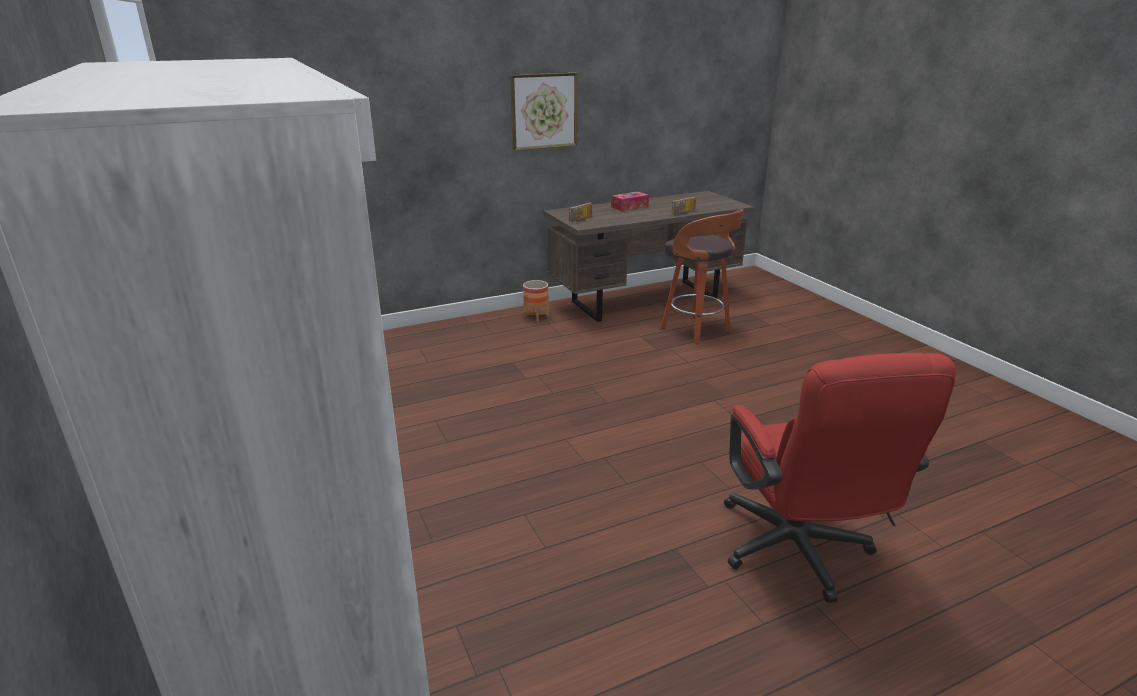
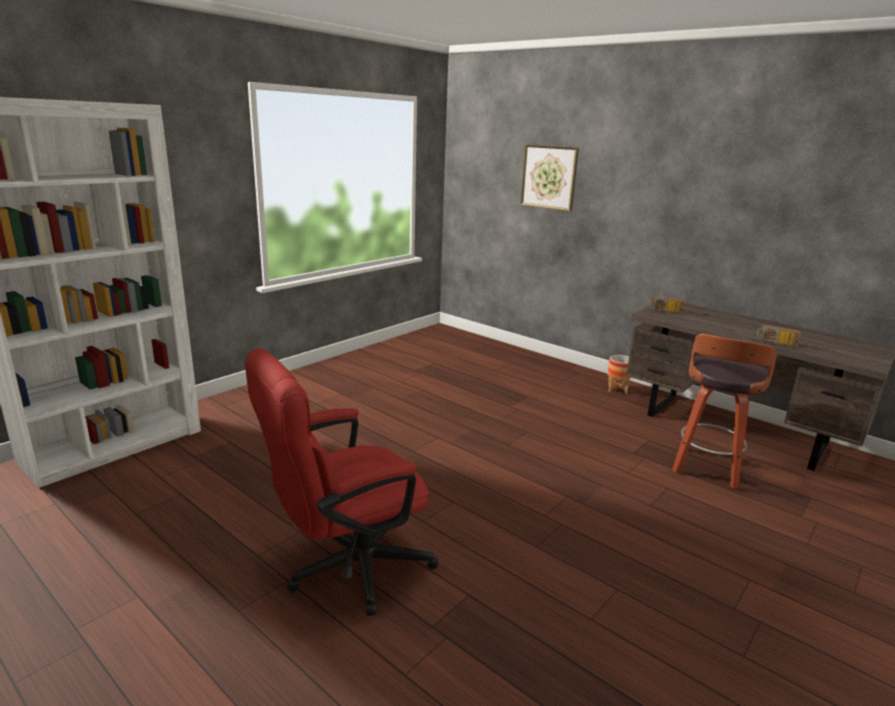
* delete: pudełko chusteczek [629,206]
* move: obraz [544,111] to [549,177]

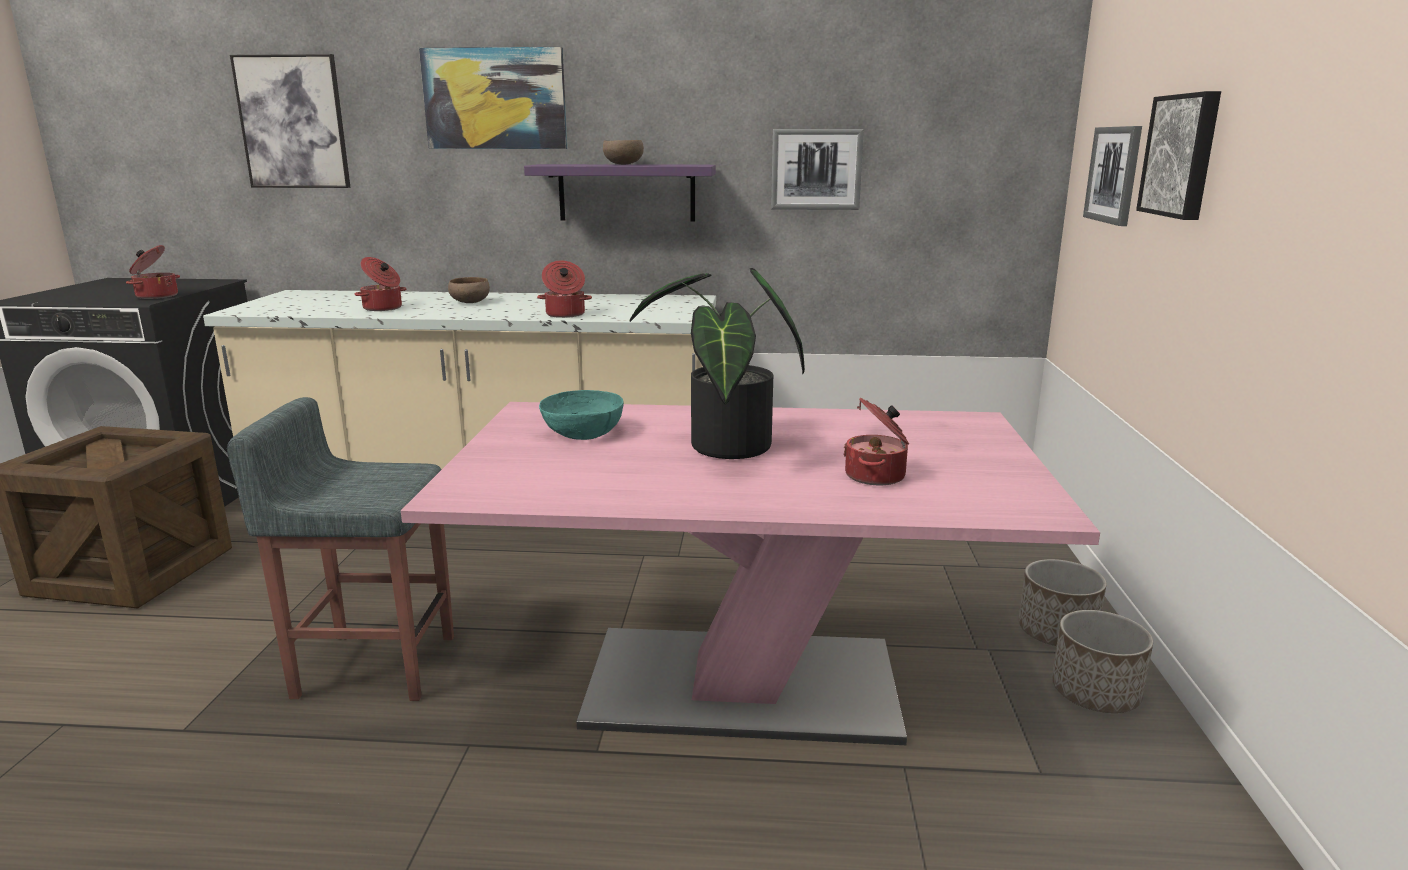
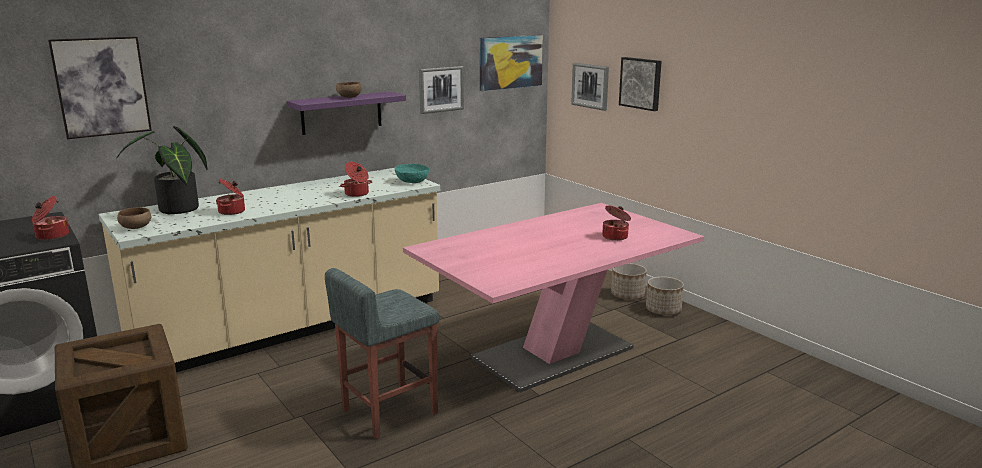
* move: obraz [495,99] to [510,62]
* move: miska/brązowy [470,303] to [136,228]
* move: miska/turkusowy [583,433] to [412,181]
* move: roślina doniczkowa [724,449] to [177,210]

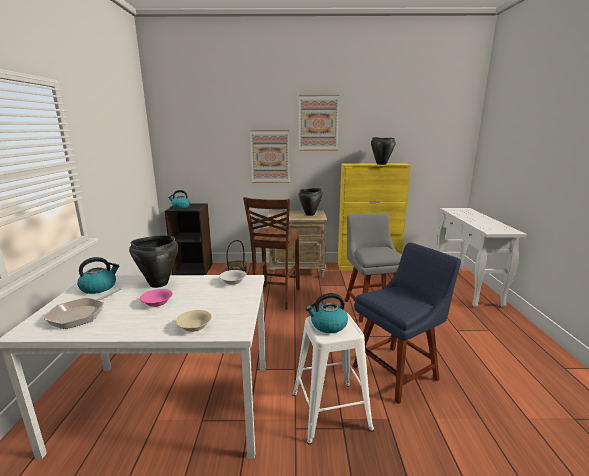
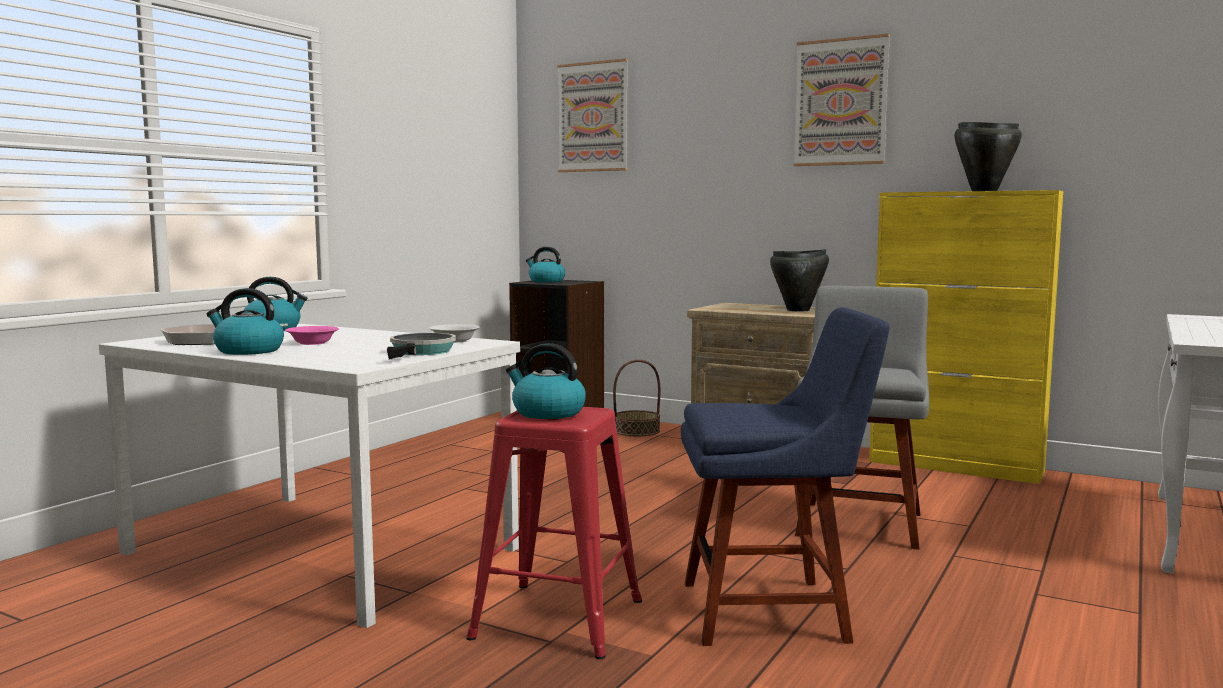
* delete: garnek/czarny [158,284]
* delete: miska/beżowy [195,327]
* delete: krzesło/brązowy [275,297]
* insert: czajnik [248,351]
* insert: patelnia [421,352]
* move: obraz [270,156] to [593,117]
* recolor: stołek/biały [331,411] to stołek/czerwony [559,619]

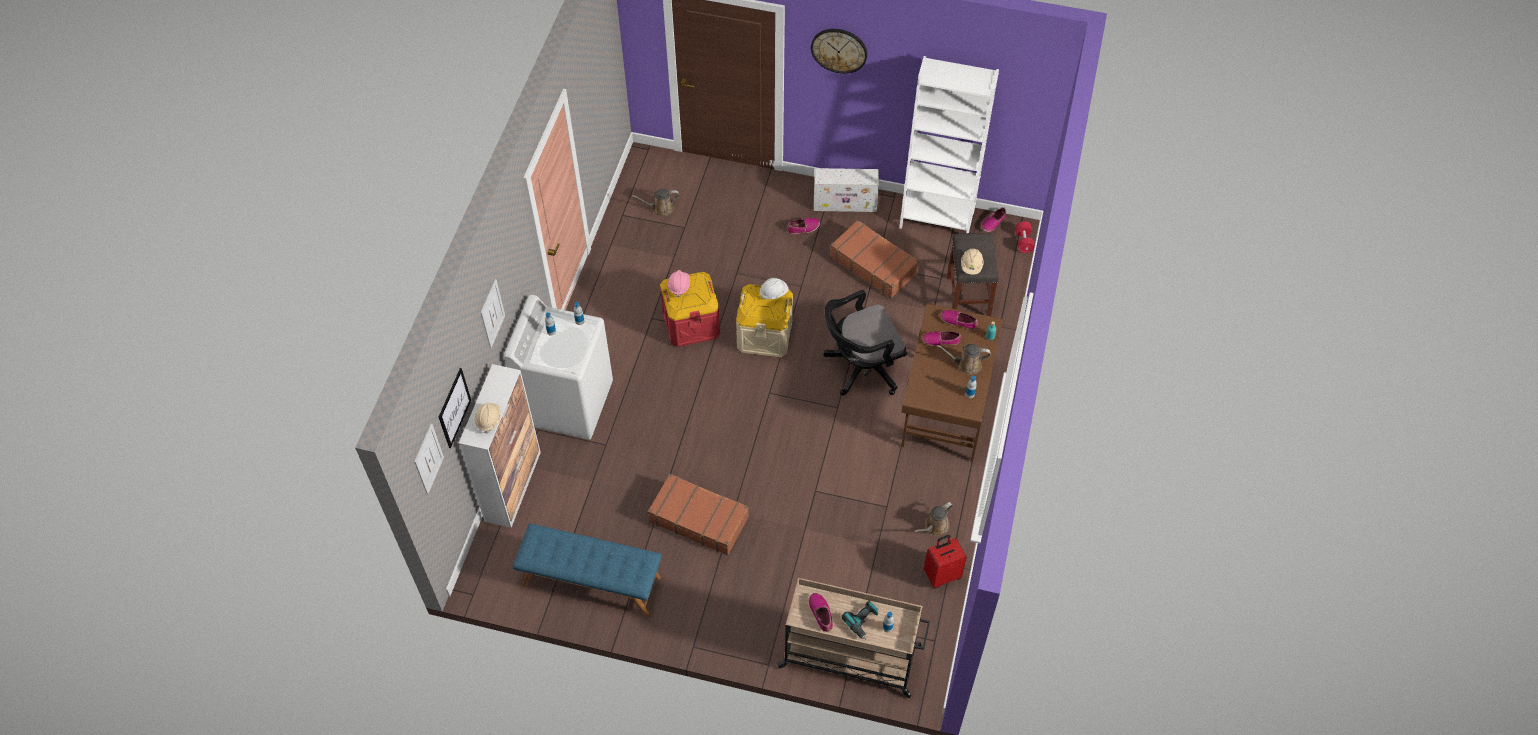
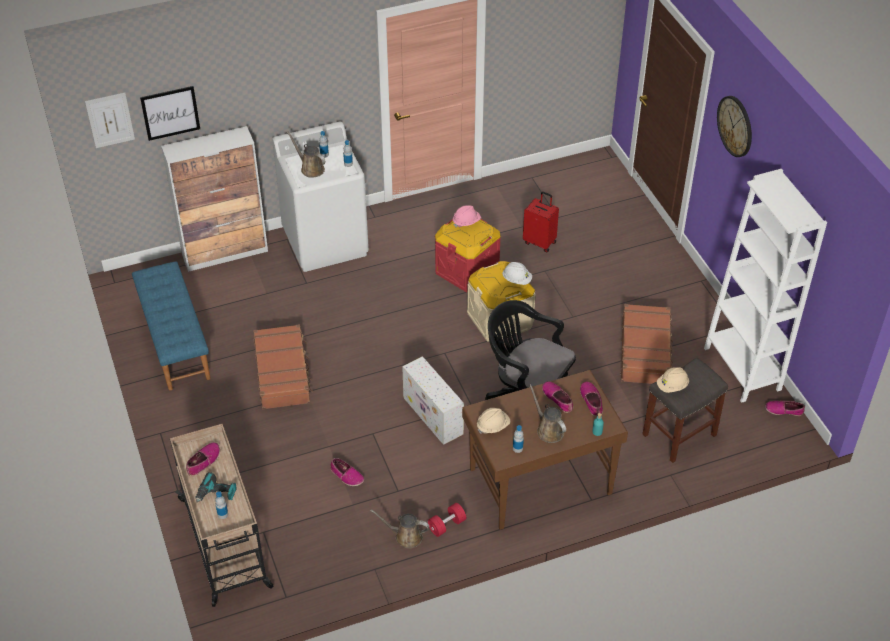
* delete: obraz [492,314]
* move: kask/beżowy [488,420] to [493,426]
* move: konewka/brązowy [661,208] to [310,168]
* move: but [803,228] to [347,476]
* move: pojemnik do przechowywania/biały [846,203] to [433,416]
* move: walizka/czerwony [942,574] to [540,242]
* move: hantel/czerwony [1023,242] to [446,525]

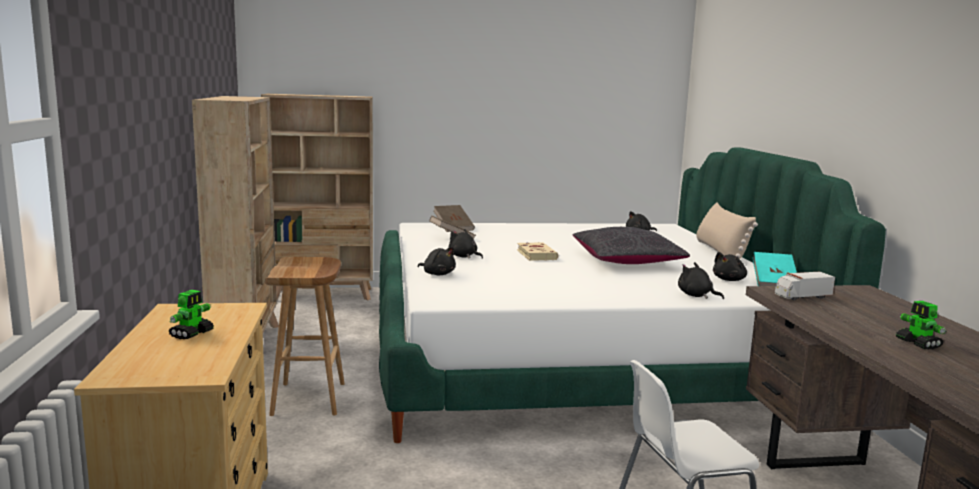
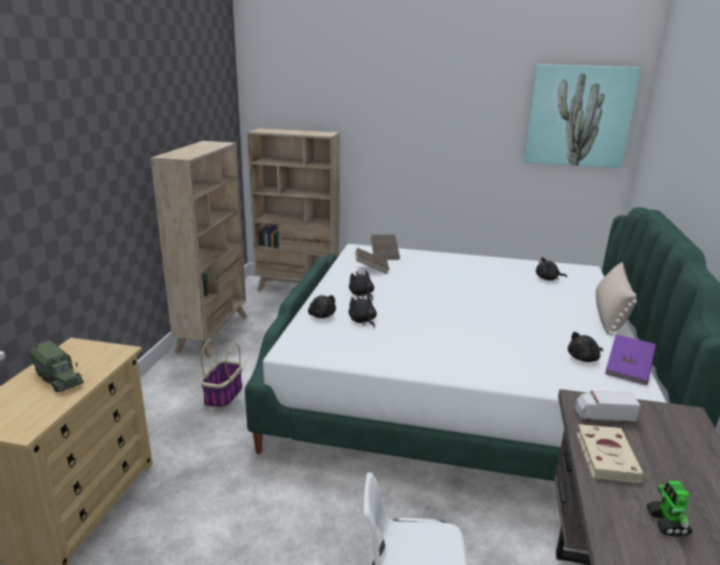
* delete: poduszka/czarny [626,261]
* insert: obraz [578,116]
* move: książka/beżowy [535,254] to [606,455]
* move: pluszak/czarny [696,296] to [362,321]
* replace: robot zabawkowy [192,334] to ciężarówka zabawkowa [59,378]
* replace: stołek/brązowy [309,399] to koszyk [223,396]
* recolor: książka/turkusowy [774,283] to książka/fioletowy [628,370]

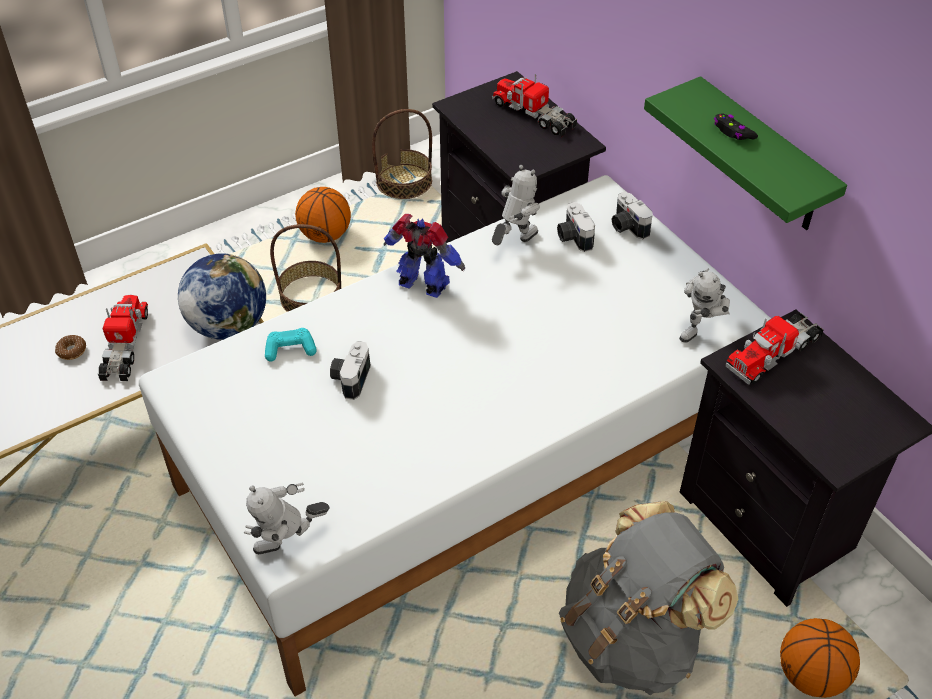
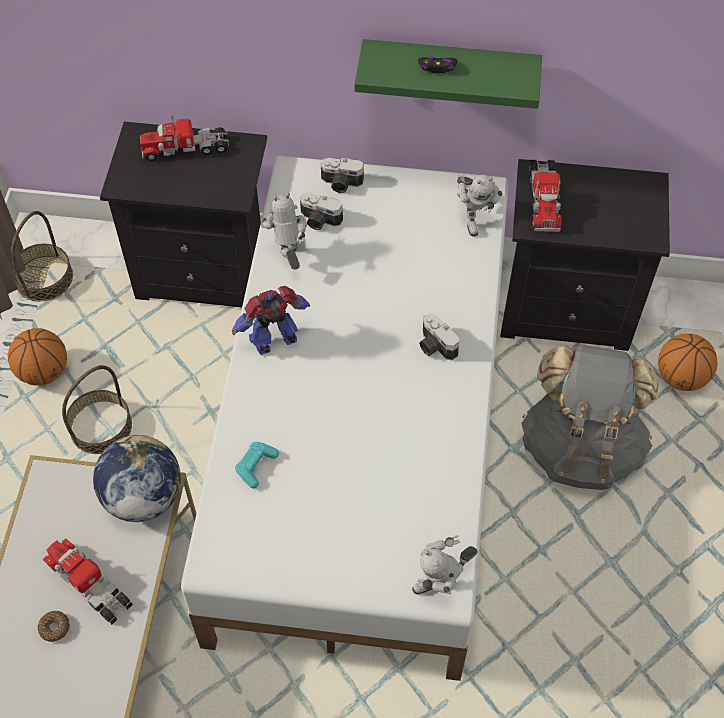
* move: aparat fotograficzny [349,378] to [435,346]
* rotate: robot zabawkowy [289,546] = [441,583] 45 degrees clockwise

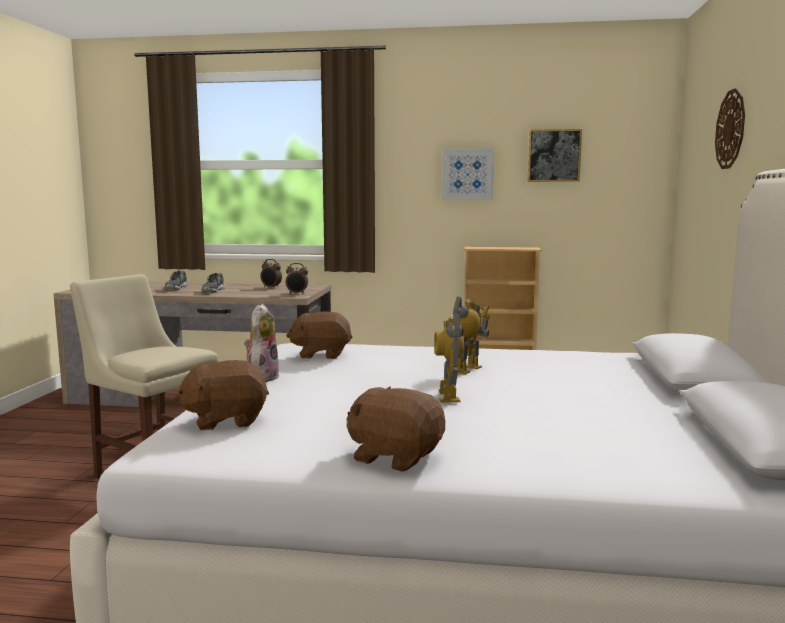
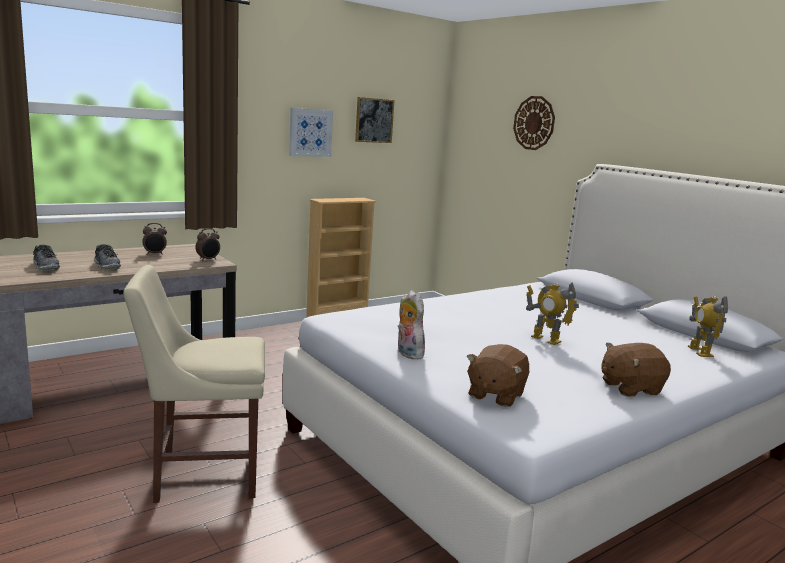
* delete: pluszak/brązowy [321,354]
* move: robot zabawkowy [467,369] to [700,351]

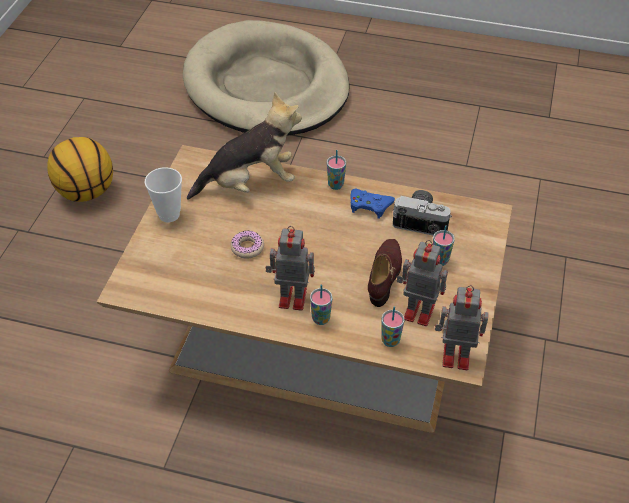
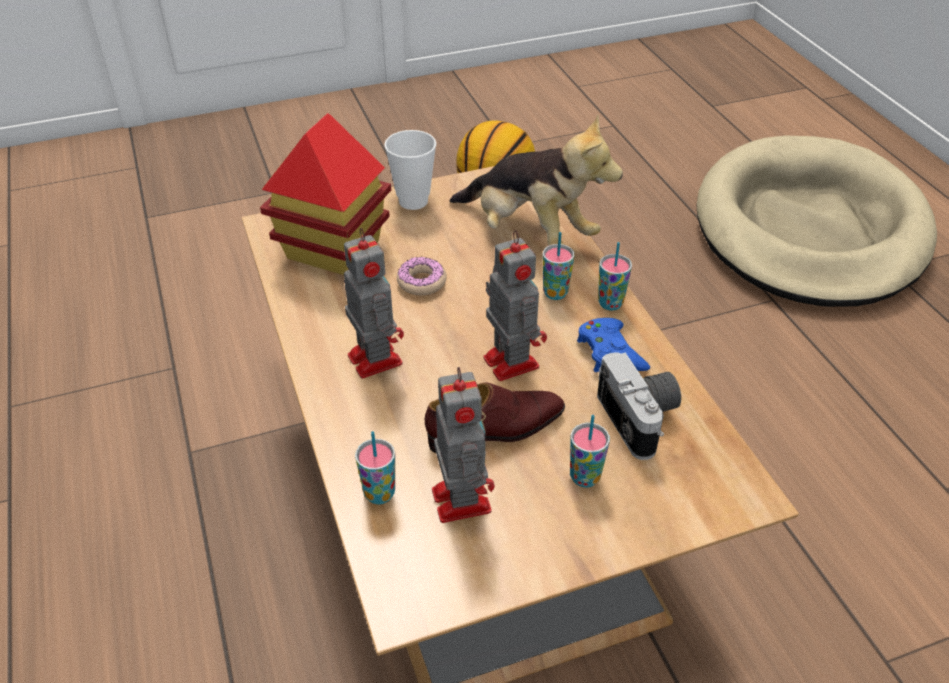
* insert: domek [333,249]
* move: filiżanka [321,319] to [555,293]
* move: robot zabawkowy [454,355] to [509,360]

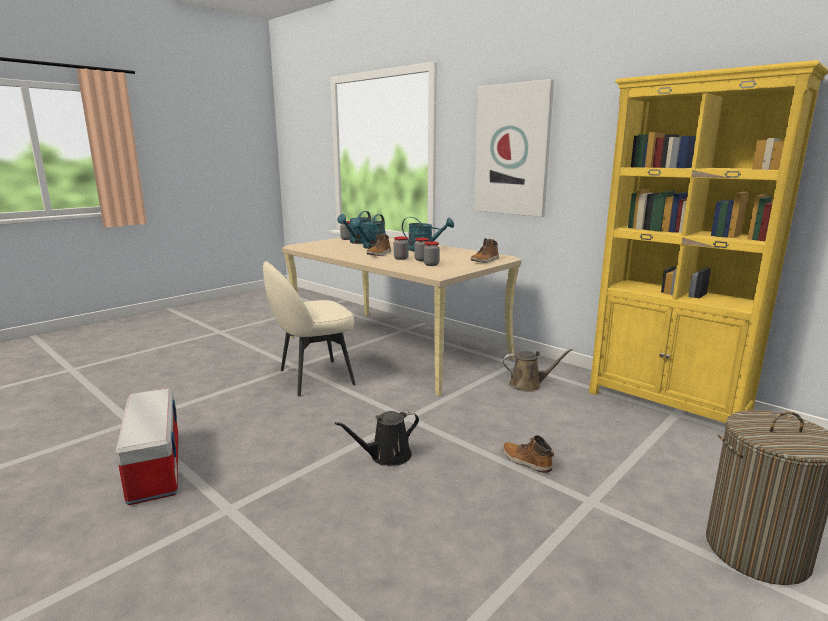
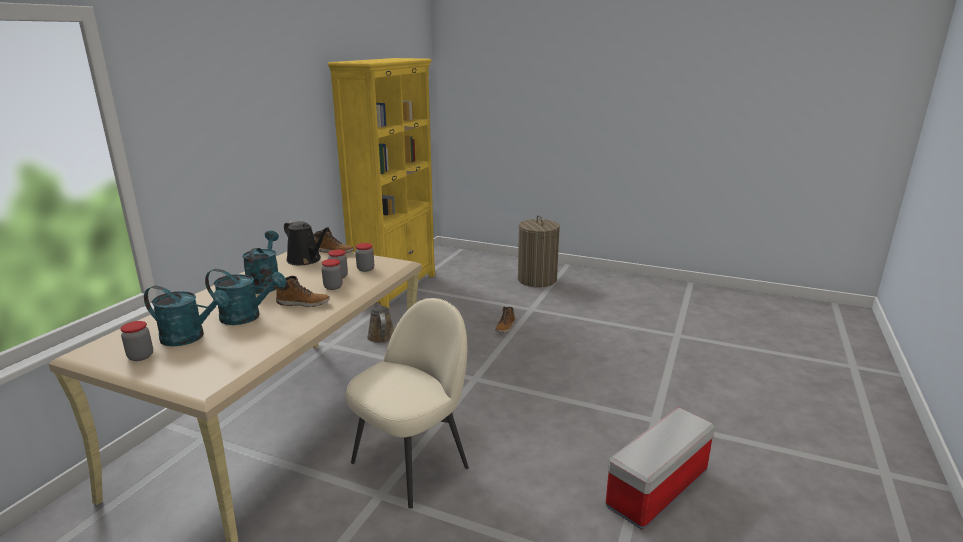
* delete: obraz [512,150]
* move: konewka/czarny [387,456] to [306,260]
* rotate: krzesło/beżowy [314,377] = [412,463] 90 degrees counterclockwise

